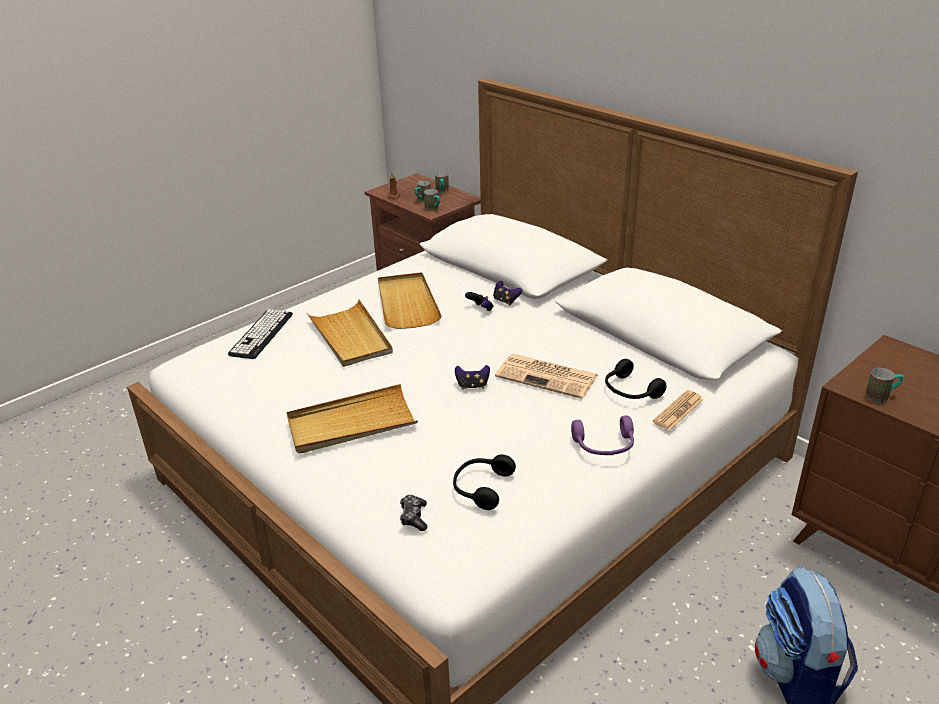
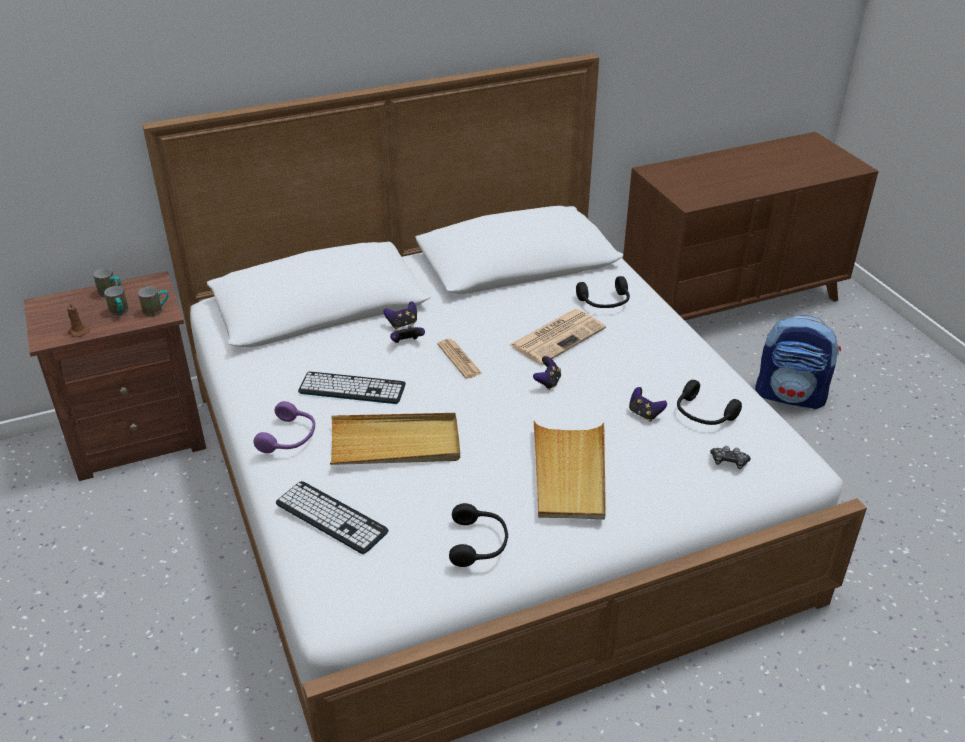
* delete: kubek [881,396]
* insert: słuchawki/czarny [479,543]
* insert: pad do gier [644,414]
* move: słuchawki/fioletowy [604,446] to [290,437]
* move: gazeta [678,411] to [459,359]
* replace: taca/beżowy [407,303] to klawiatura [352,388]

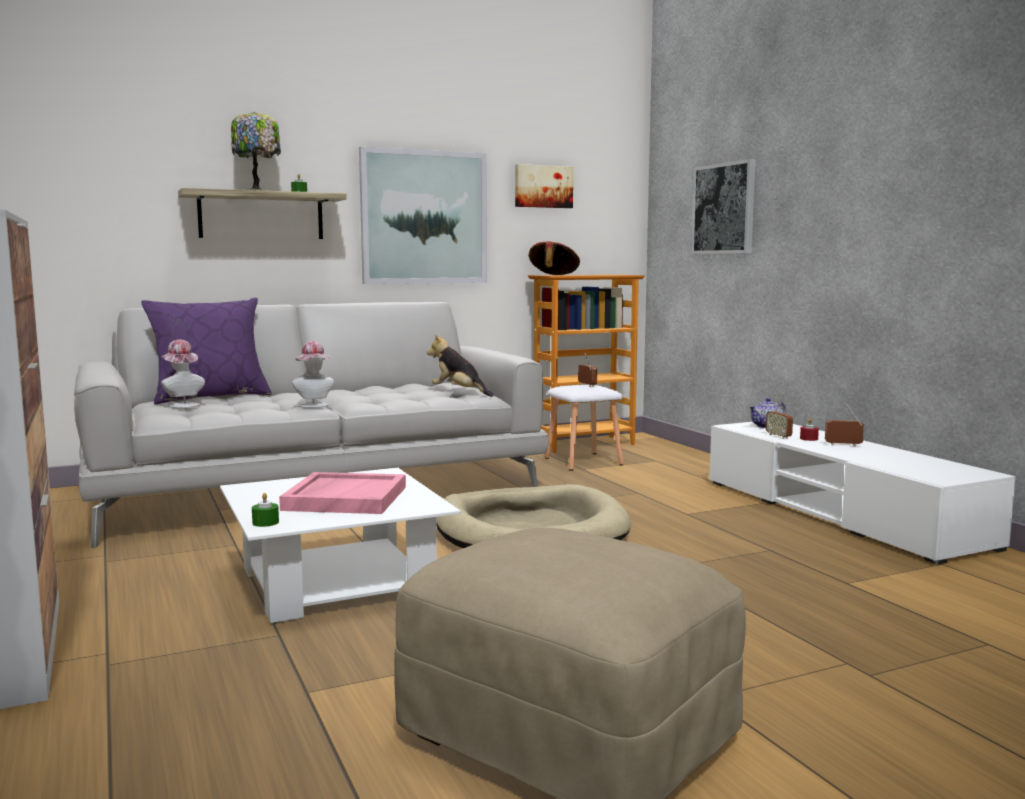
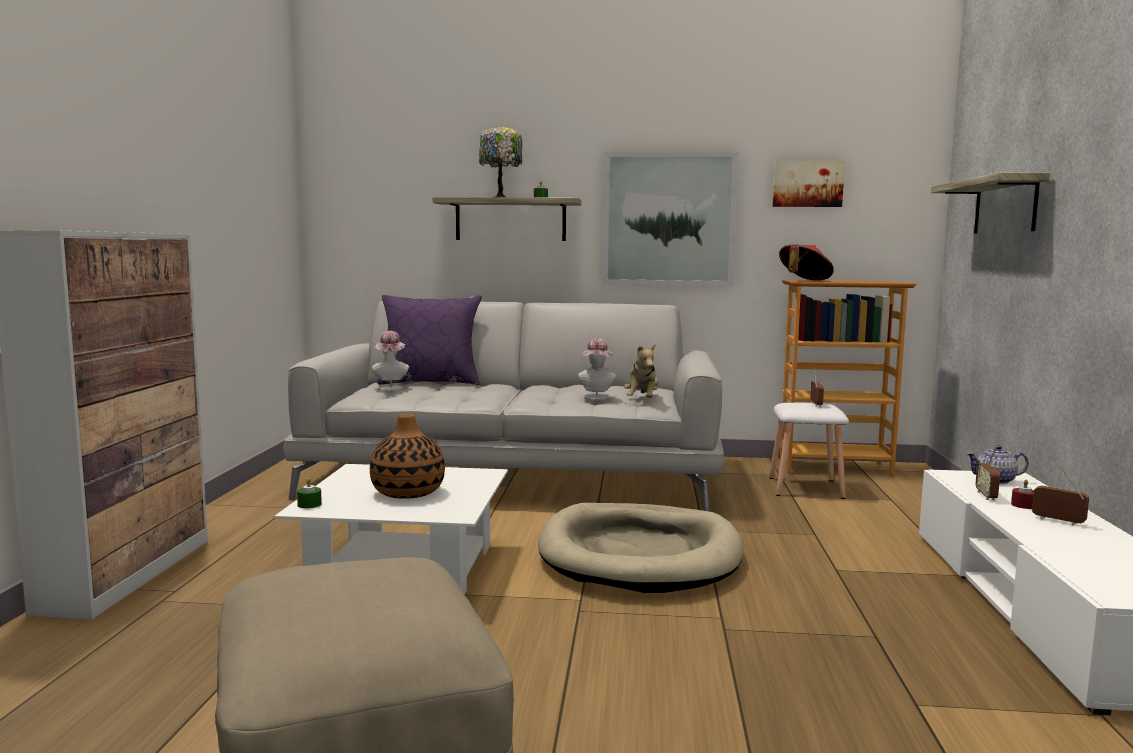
* move: kapelusz [314,406] to [596,398]
* replace: taca/różowy [345,498] to wazon [408,492]
* replace: obraz [724,208] to półka [1005,206]
* rotate: pluszak [459,393] = [642,400] 150 degrees counterclockwise

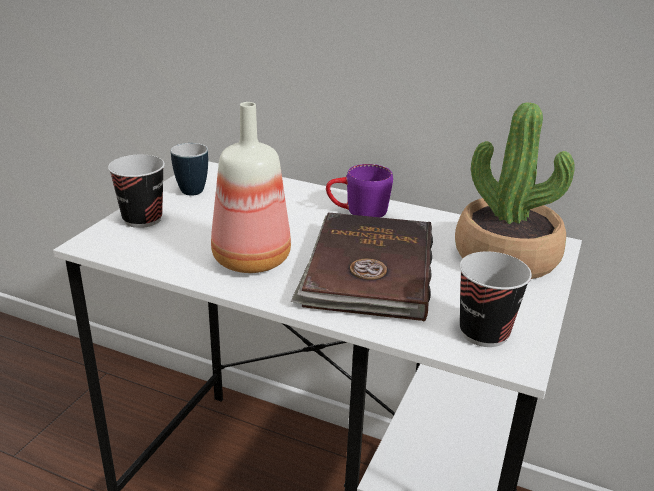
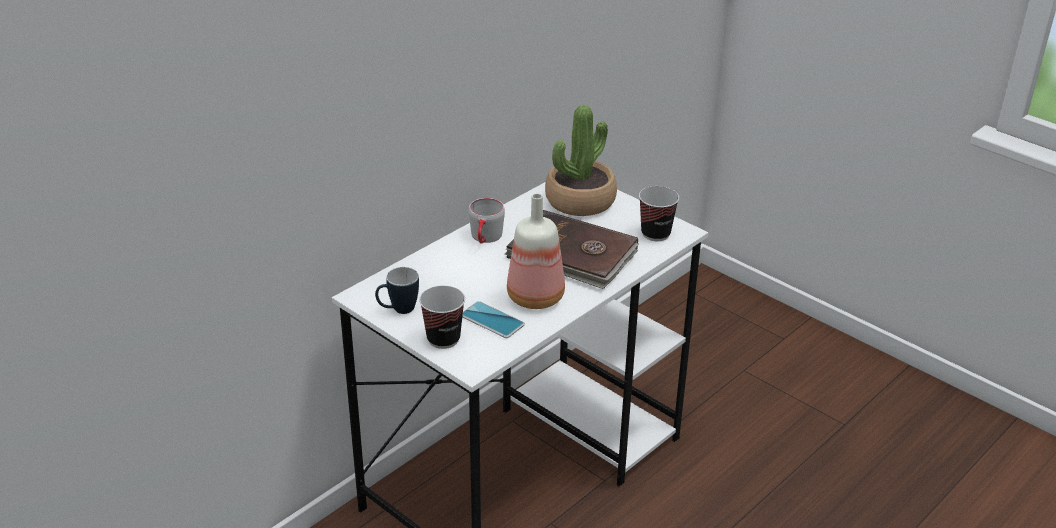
* insert: telefon [492,320]
* recolor: kubek/fioletowy [357,211] to kubek/szary [485,239]

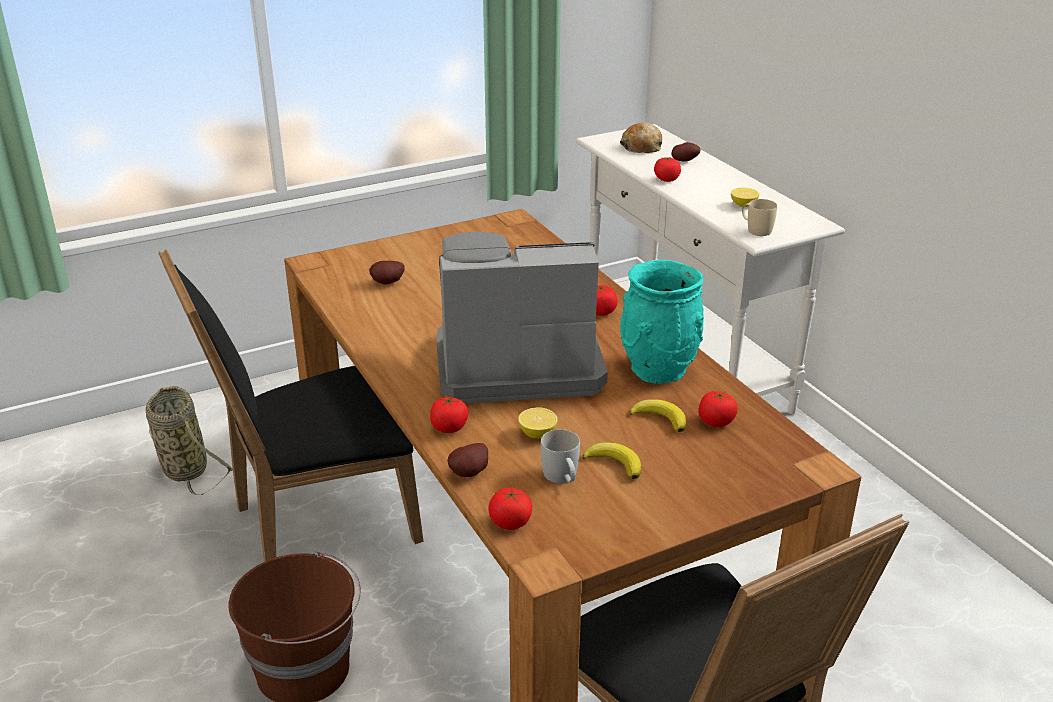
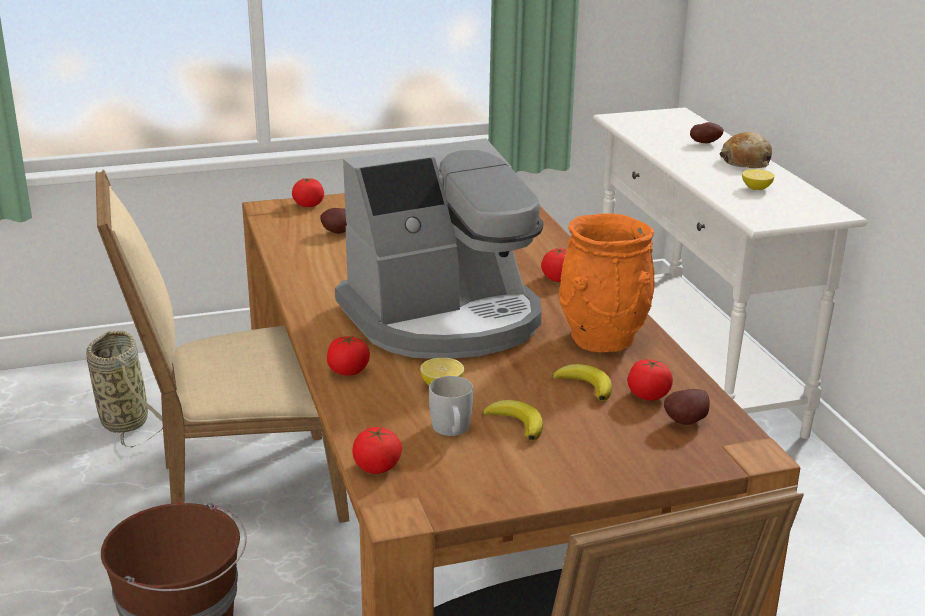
* delete: kubek/beżowy [755,229]
* move: ziemniak [471,473] to [687,422]
* move: chleb [641,147] to [746,161]
* move: pomidor [666,179] to [308,205]
* recolor: krzesło/czarny [315,522] to krzesło/beżowy [240,488]
* recolor: wazon/turkusowy [659,369] to wazon/pomarańczowy [603,339]
* rotate: ekspres do kawy [515,364] = [444,319] 150 degrees clockwise

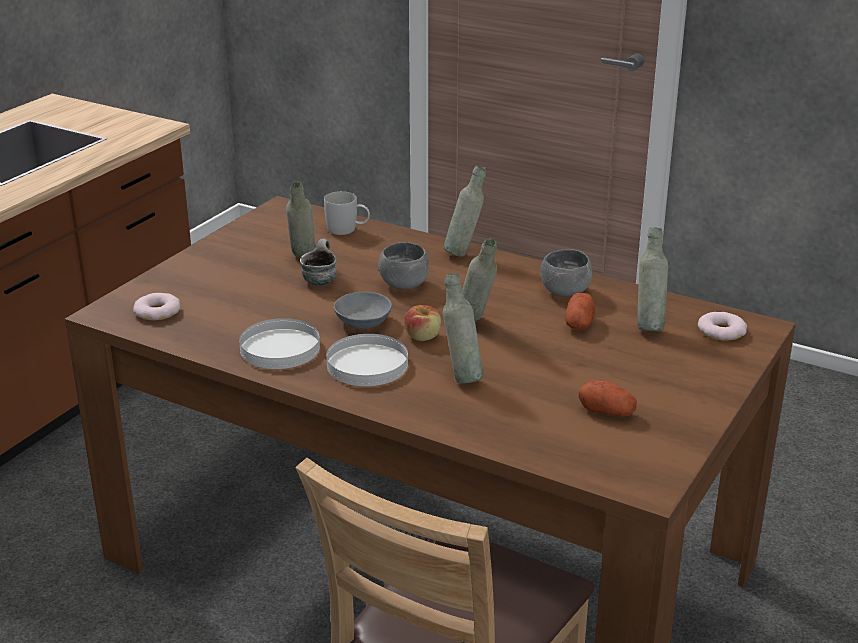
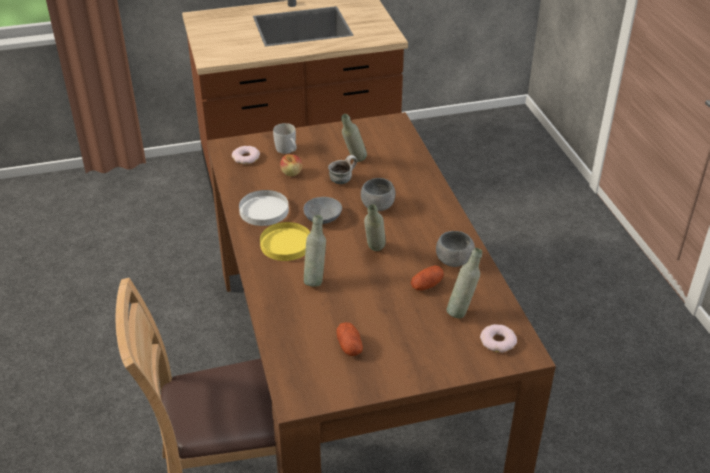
* delete: butelka/szary [464,253]
* move: kubek/biały [347,230] to [287,151]
* move: jabłko [423,336] to [291,173]
* recolor: talerz/biały [367,364] to talerz/żółty [286,244]

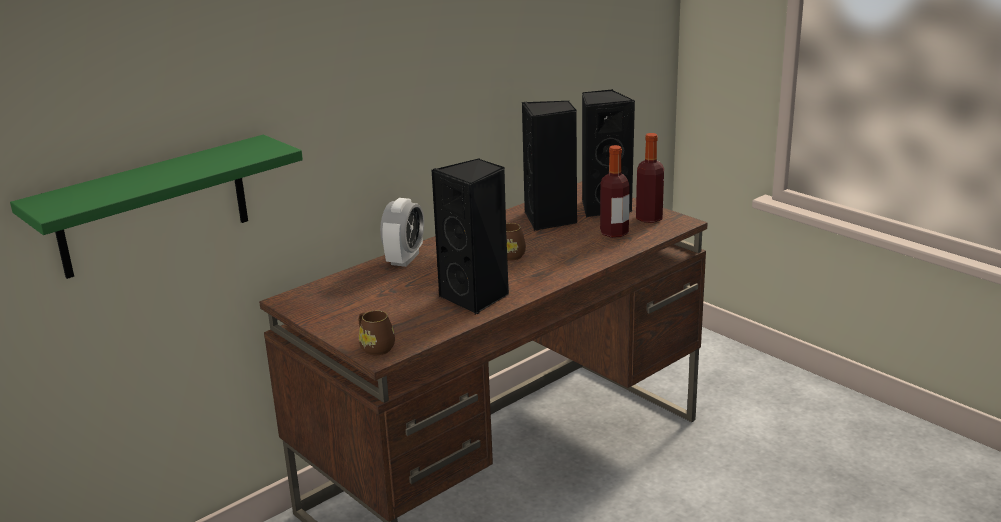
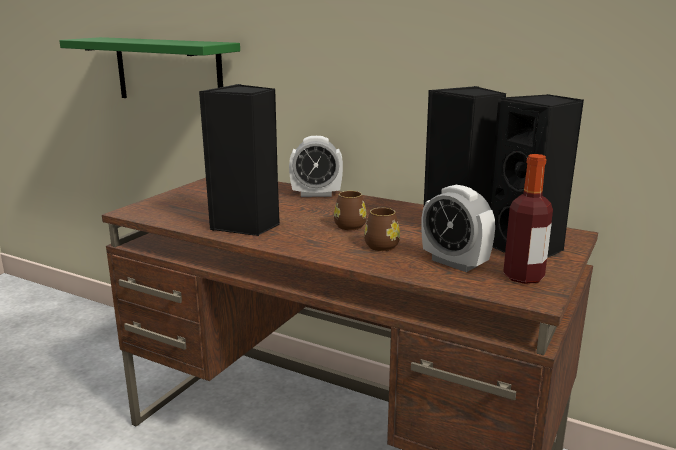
* move: kubek/brązowy [374,347] to [383,244]
* replace: butelka [614,233] to budzik [454,263]

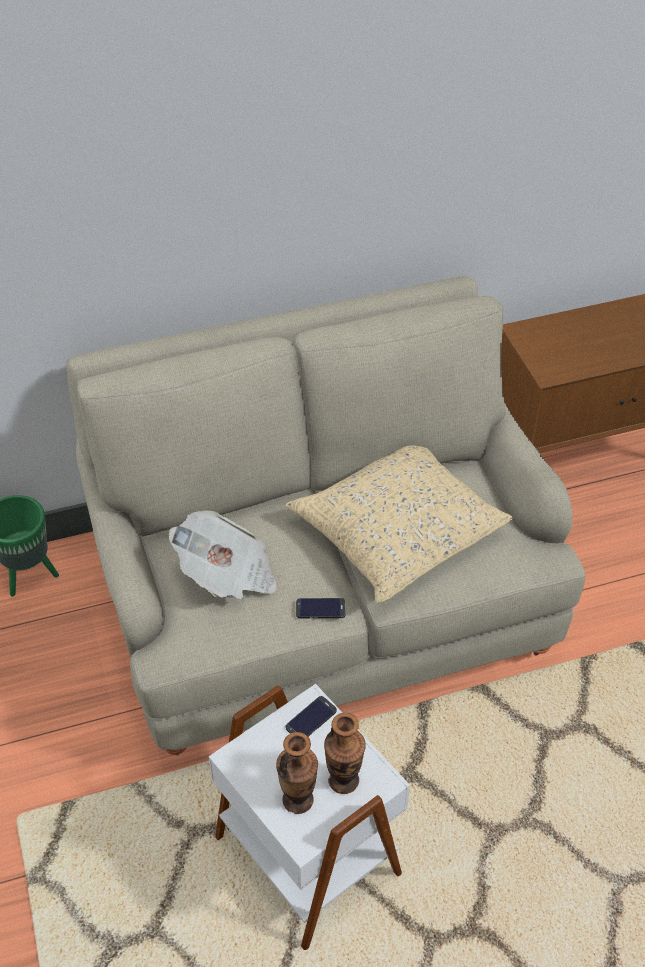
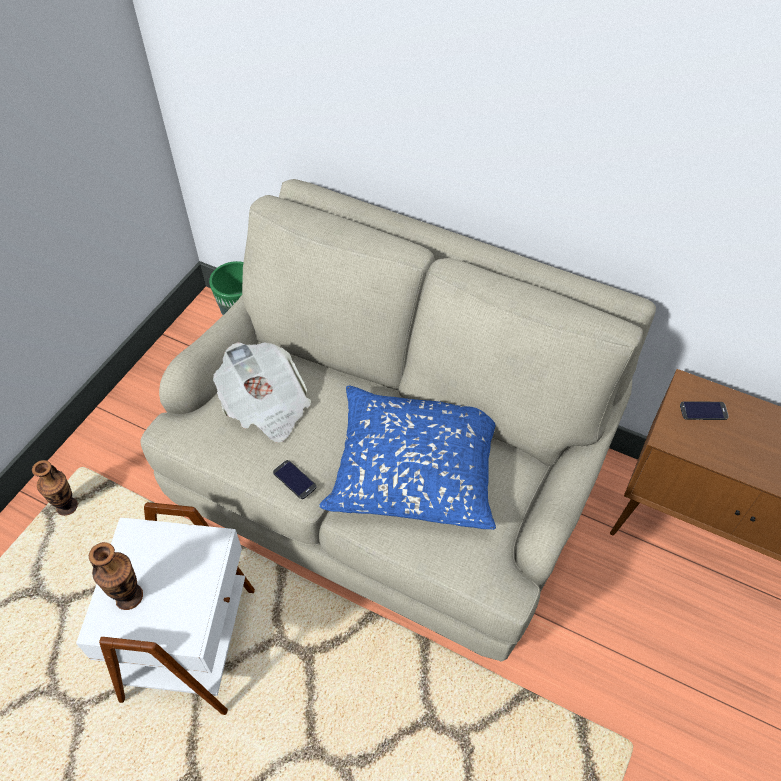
* move: telefon [311,719] to [703,411]
* move: wazon [343,780] to [67,507]
* recolor: poduszka/beżowy [397,530] to poduszka/niebieski [415,468]

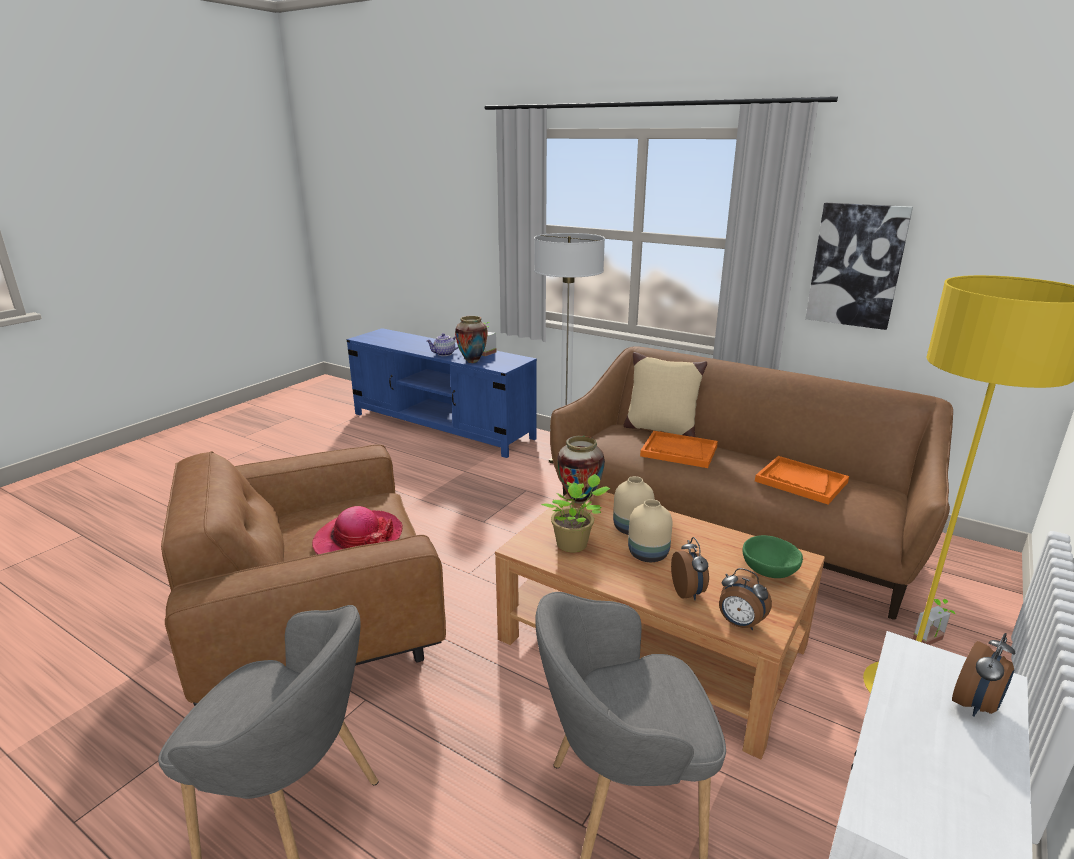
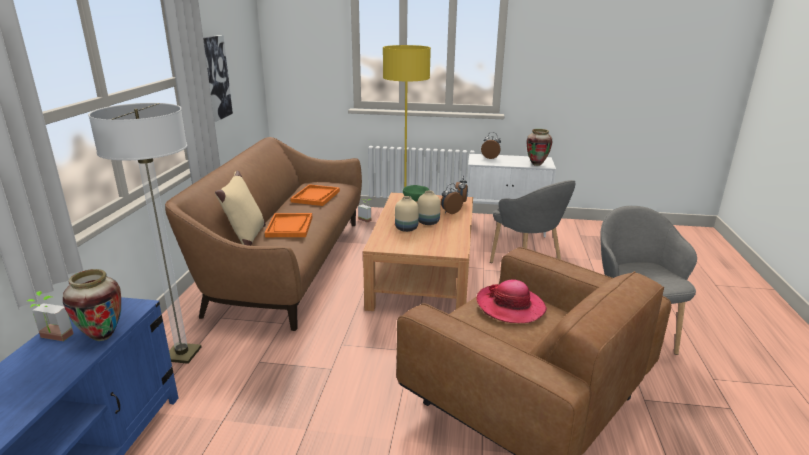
* delete: imbryk [444,354]
* delete: roślina doniczkowa [574,545]
* move: wazon [579,500] to [536,164]

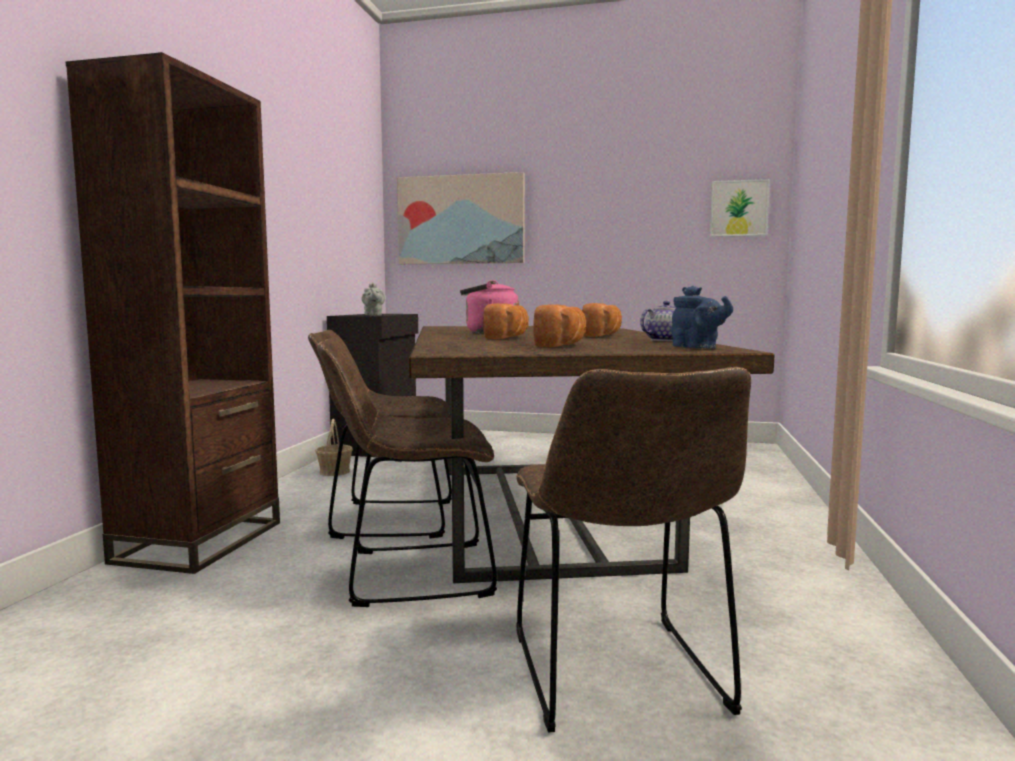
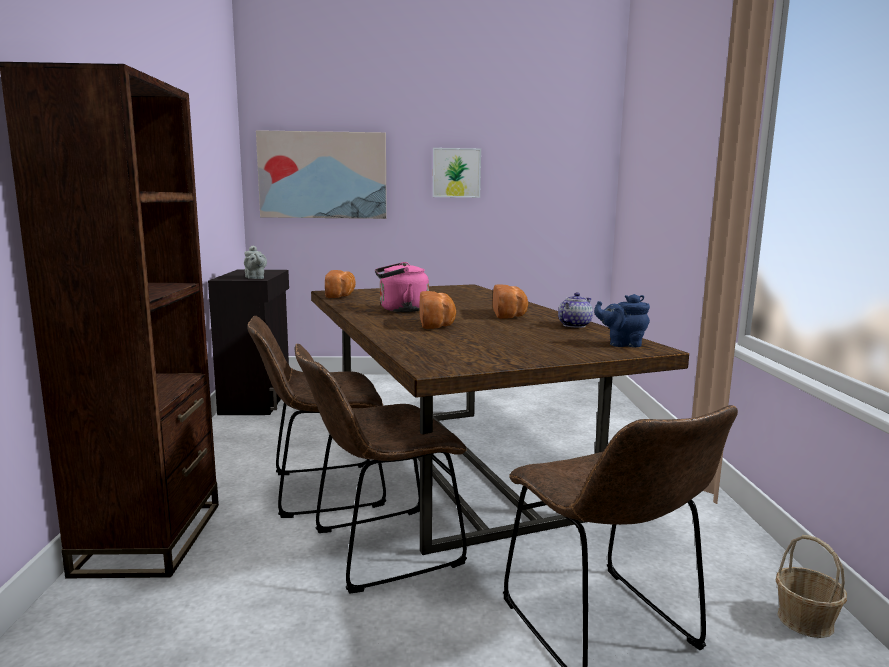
* move: koszyk [335,472] to [805,620]
* move: chleb [562,346] to [341,295]
* move: obraz [739,208] to [456,173]
* rotate: imbryk/niebieski [697,348] = [622,344] 150 degrees clockwise

